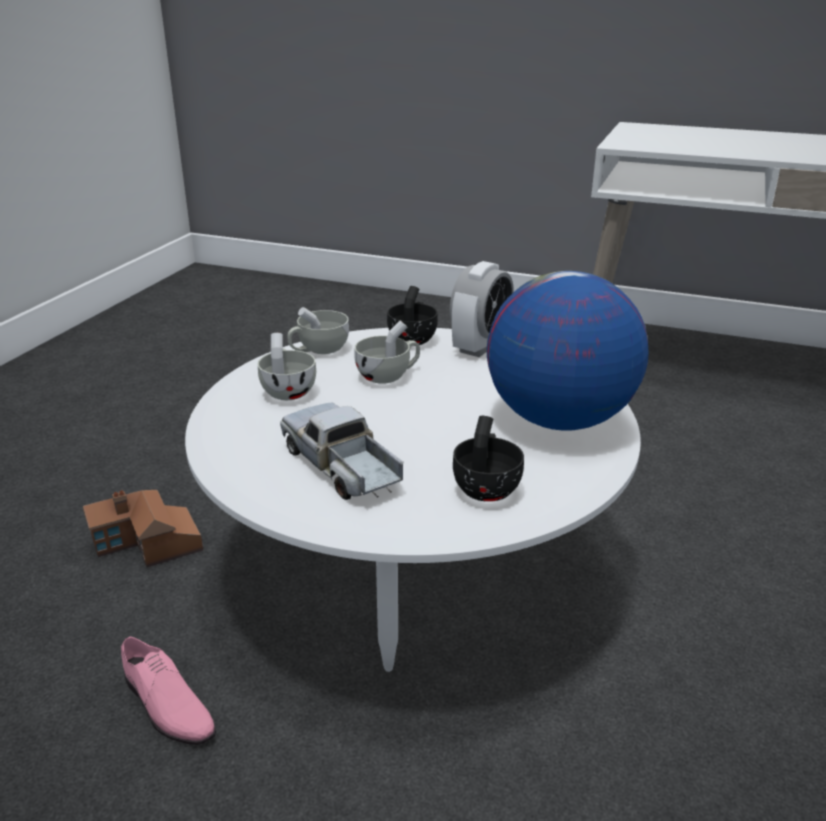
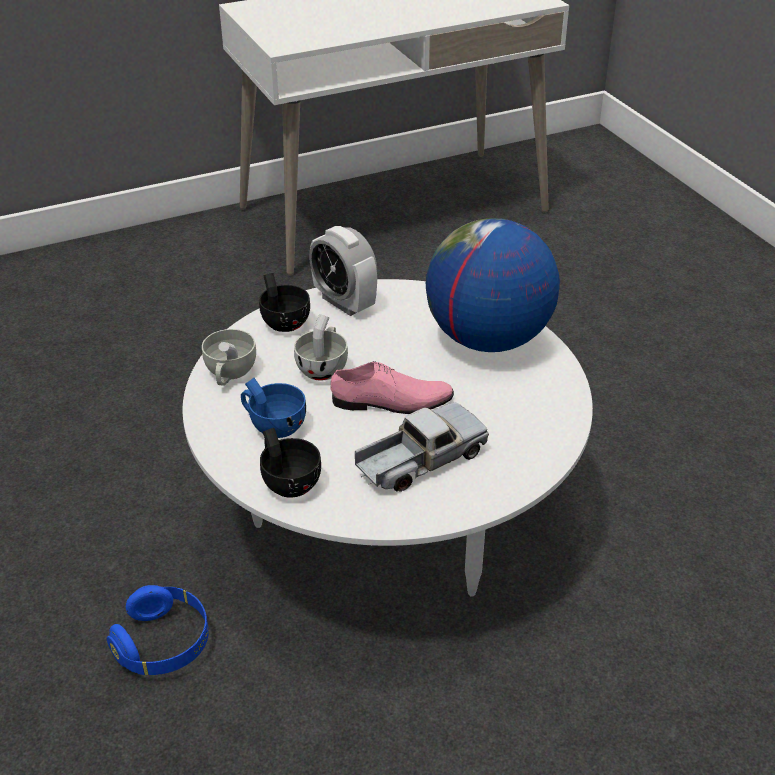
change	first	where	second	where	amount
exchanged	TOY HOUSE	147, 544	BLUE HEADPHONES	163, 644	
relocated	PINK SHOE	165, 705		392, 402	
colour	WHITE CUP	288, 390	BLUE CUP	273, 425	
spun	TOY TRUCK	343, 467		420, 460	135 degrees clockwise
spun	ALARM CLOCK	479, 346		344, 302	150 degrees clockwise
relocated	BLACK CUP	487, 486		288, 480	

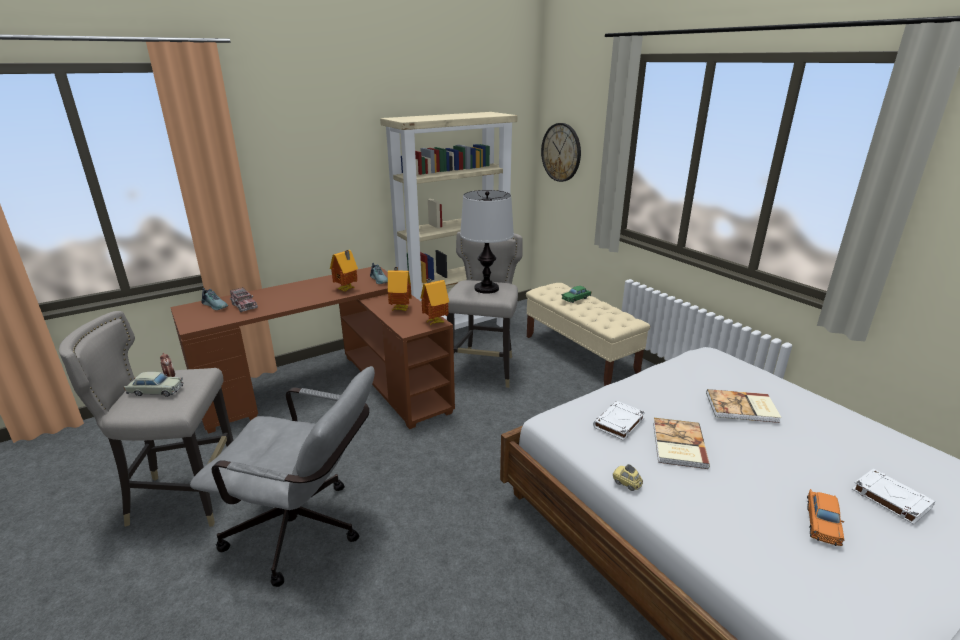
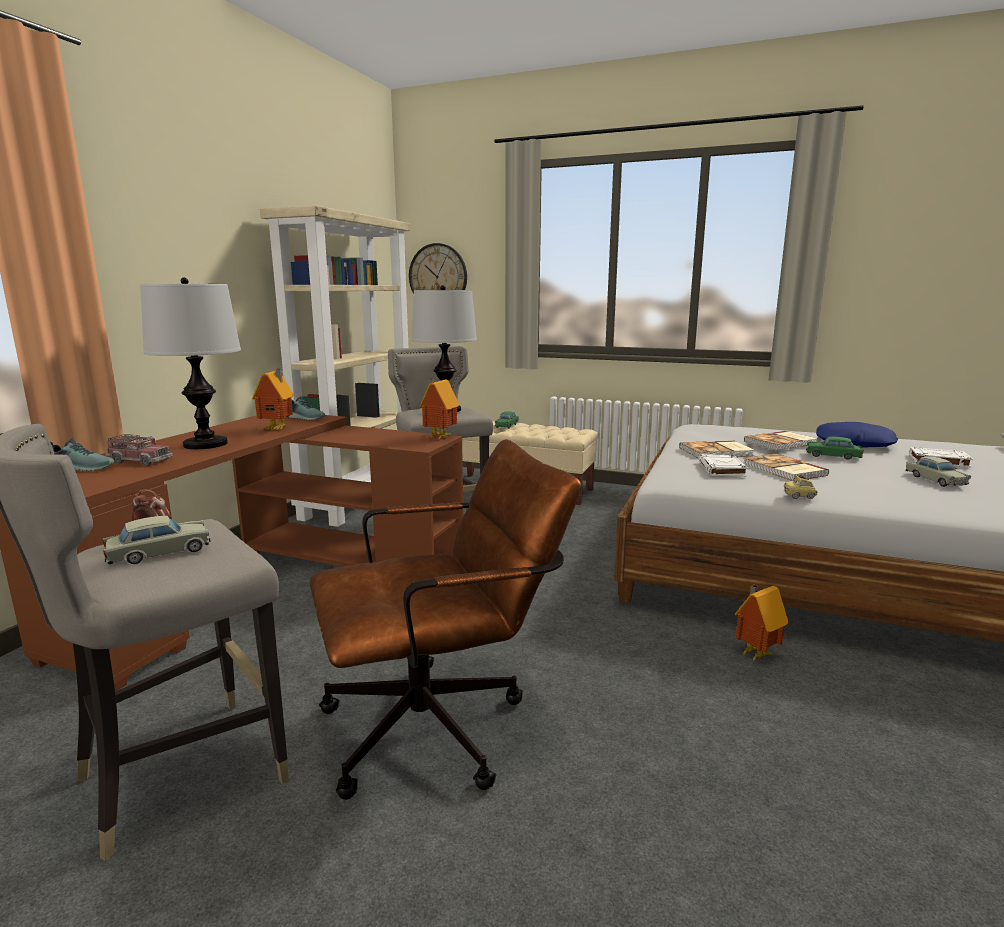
change	first	where	second	where	amount
colour	GREY OFFICE CHAIR	305, 532	BROWN OFFICE CHAIR	442, 724	
relocated	TOY HOUSE	400, 309		754, 653	
colour	ORANGE TOY CAR	822, 523	BEIGE TOY CAR	935, 480	
appeared			TABLE LAMP	205, 444	
appeared			BOOK	717, 452	
appeared			GREEN TOY CAR	833, 456	
appeared			BLUE PILLOW	854, 443	

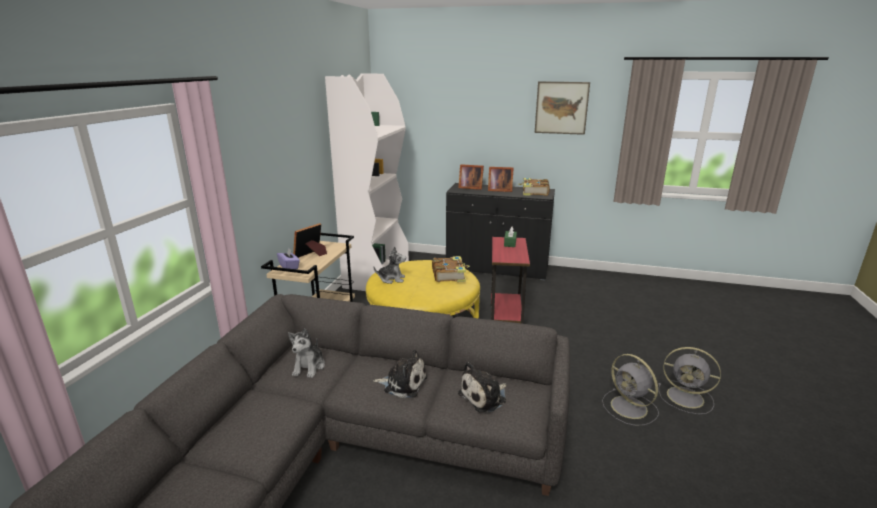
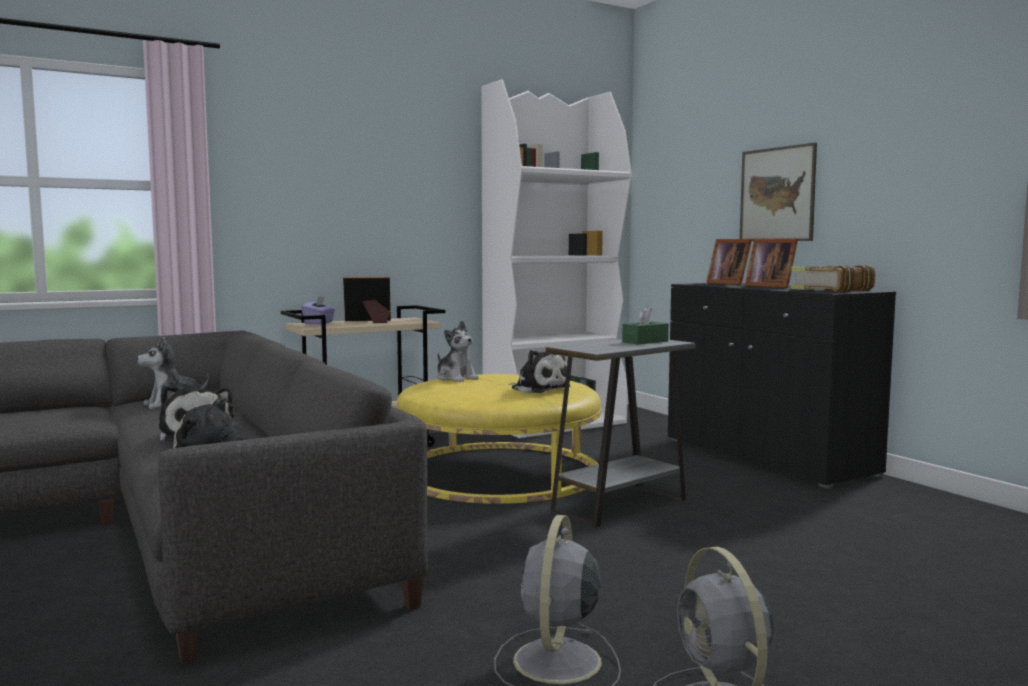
change	first	where	second	where	amount
exchanged	BOOK	449, 275	PLUSH TOY	538, 388	
colour	RED SIDE TABLE	505, 321	GREY SIDE TABLE	619, 505	
relocated	PICTURE	561, 108		777, 194	

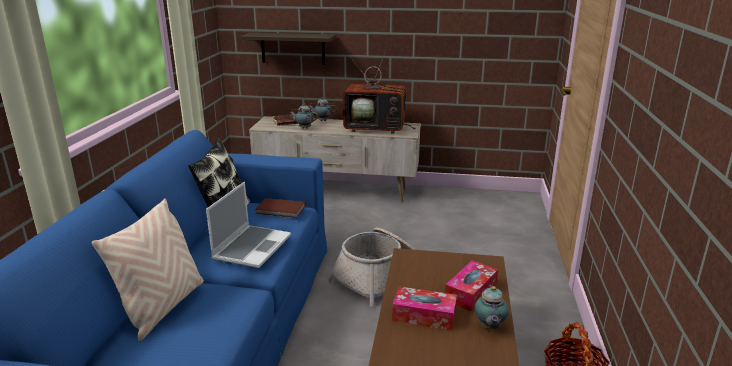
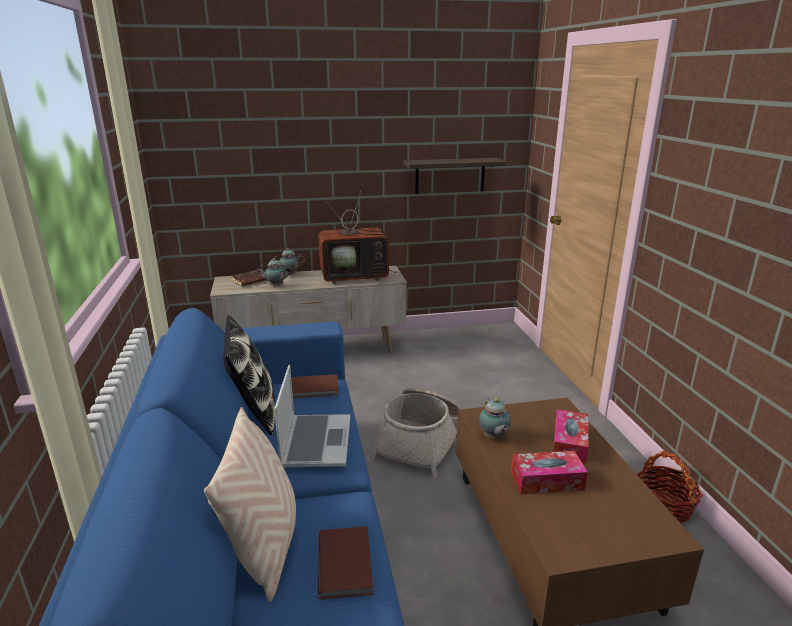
change	first	where	second	where	amount
relocated	SHELF	293, 48		450, 175	
relocated	TEAPOT	489, 327		493, 437	
appeared			BROWN BOOK	347, 563	

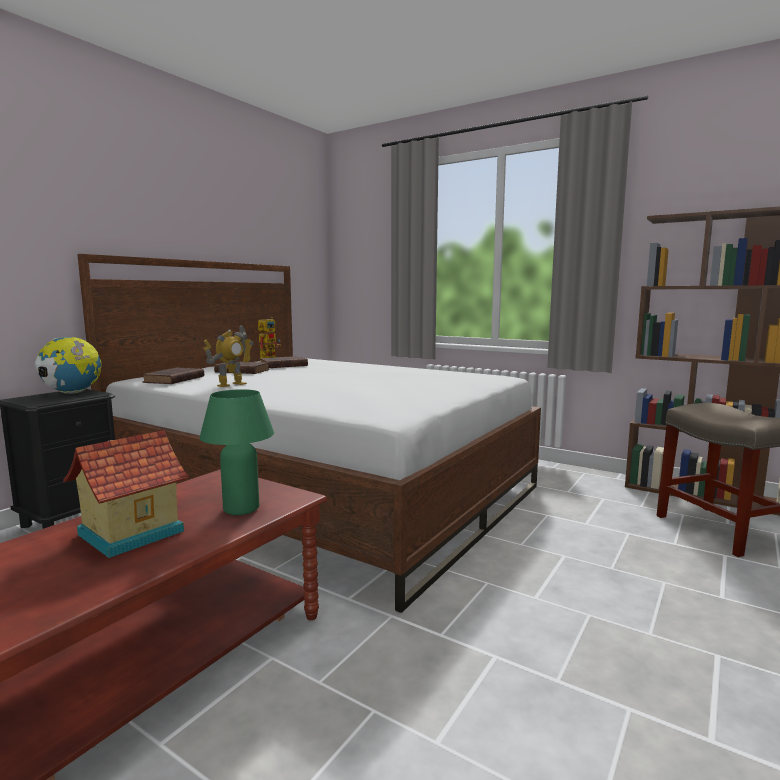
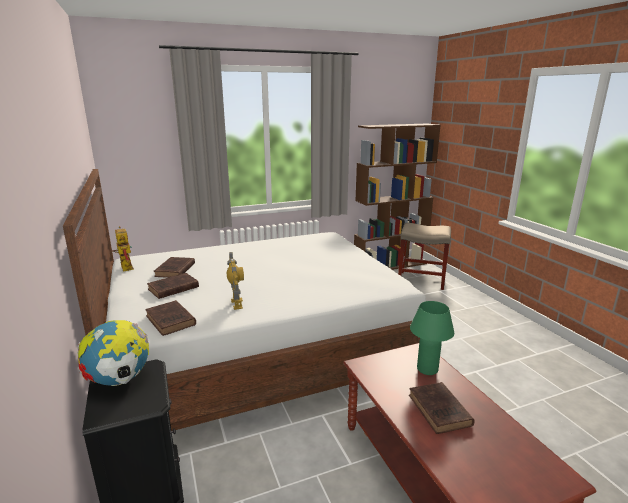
change	first	where	second	where	amount
exchanged	TOY HOUSE	129, 532	BROWN BOOK	440, 411	

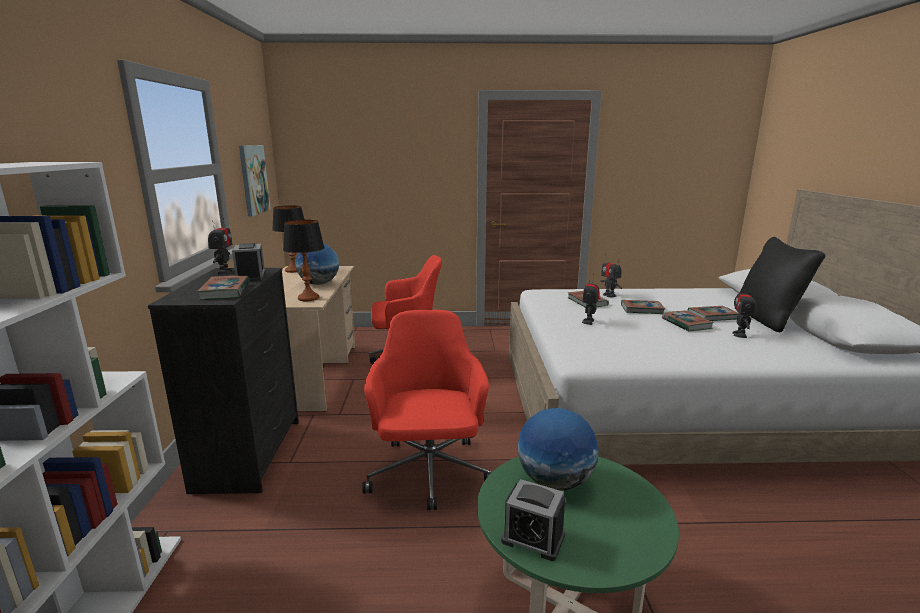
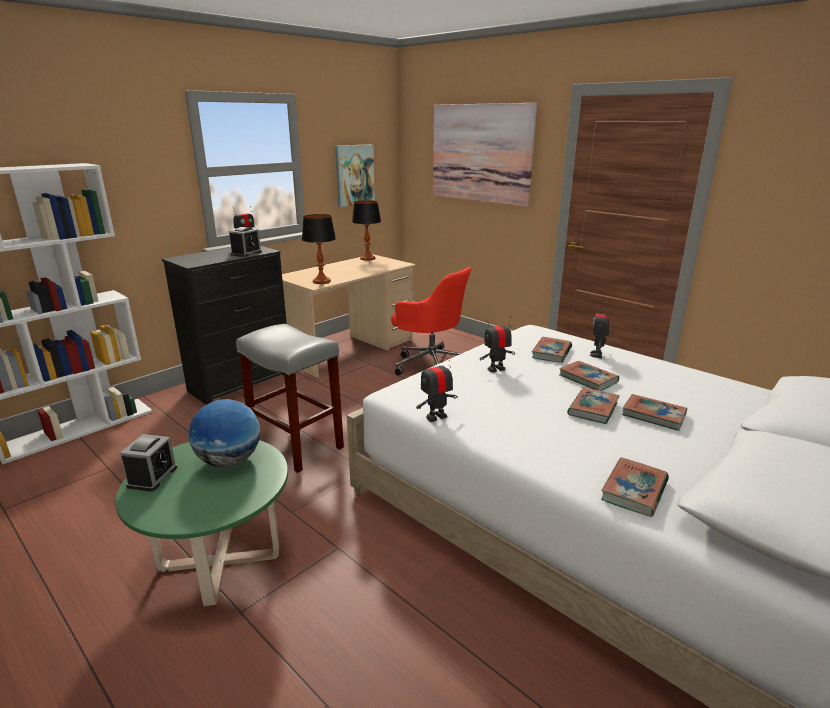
change	first	where	second	where	amount
relocated	BOOK	225, 291		634, 490	
missing	GLOBE	319, 284			
exchanged	RED OFFICE CHAIR	429, 474	GREY STOOL	298, 446	
spun	ALARM CLOCK	533, 538		152, 477	150 degrees counterclockwise
relocated	TOY ROBOT	740, 334		436, 417	
missing	BLACK PILLOW	767, 319			
appeared			PICTURE	481, 153	

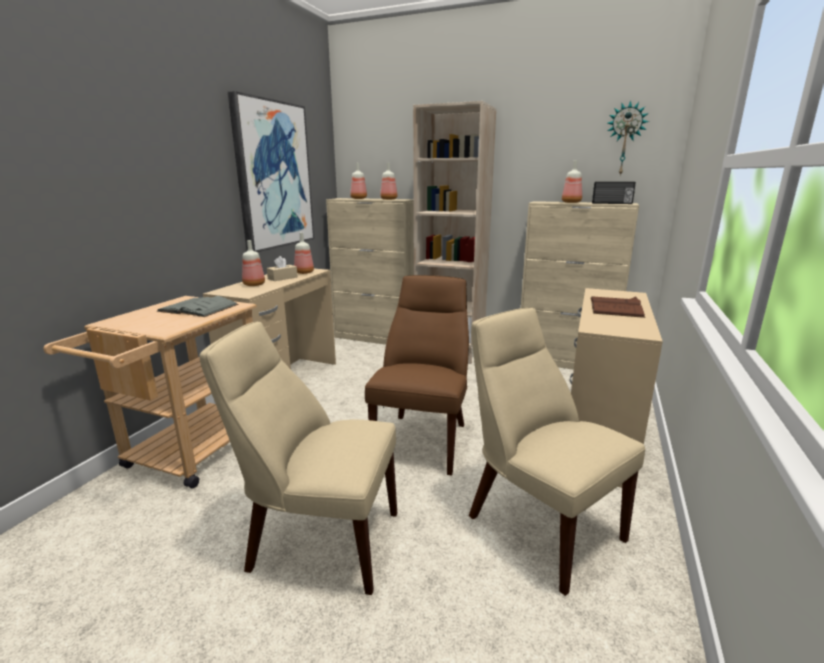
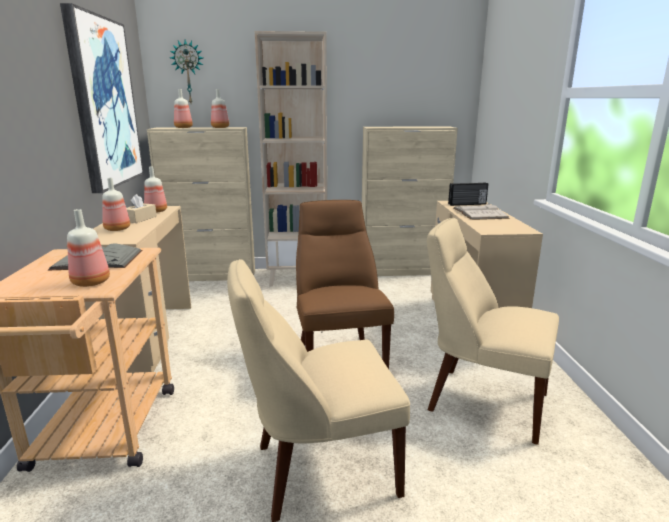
change	first	where	second	where	amount
relocated	BOTTLE	571, 202		92, 282	
colour	BROWN BOOK	615, 307	WHITE BOOK	479, 213	
relocated	RADIO	611, 203		467, 204	
relocated	WALL CLOCK	625, 139		188, 72	

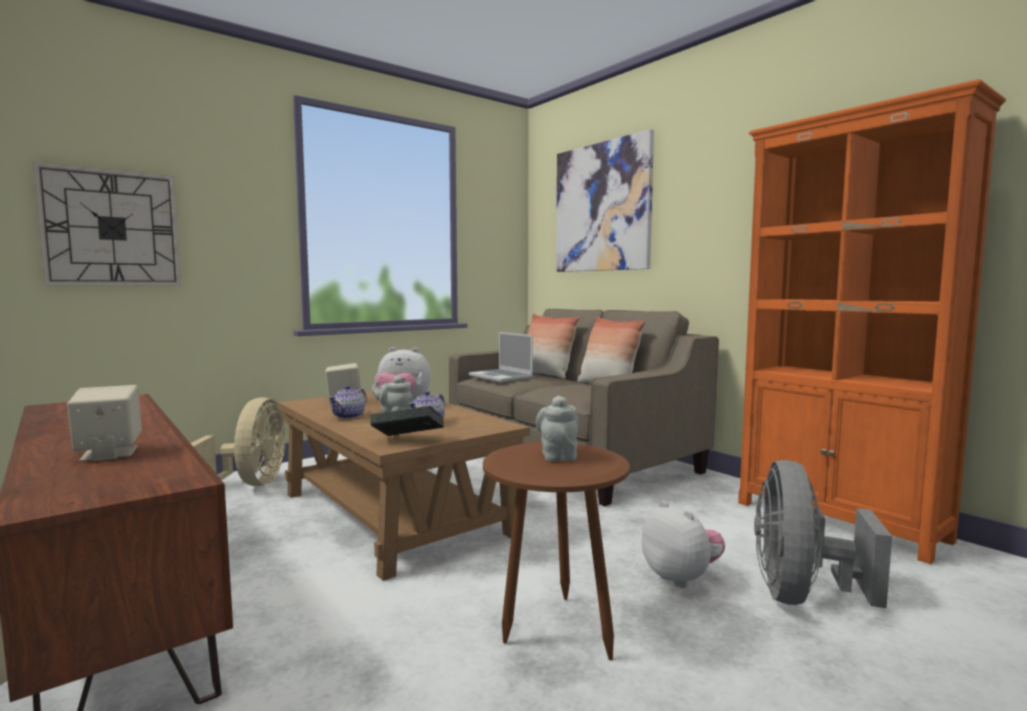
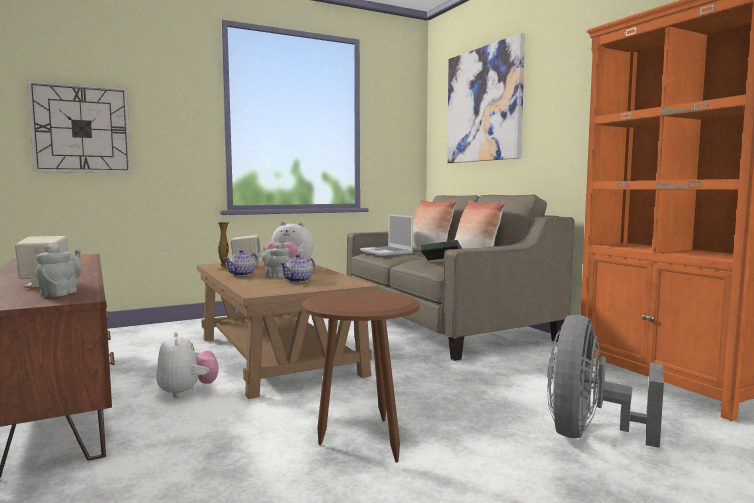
change	first	where	second	where	amount
missing	BEIGE FAN	250, 485			
relocated	BOOK	408, 441		441, 262	
relocated	GREY TEAPOT	558, 455		61, 293	
relocated	PLUSH TOY	681, 578		187, 392	
appeared			VASE	223, 269	

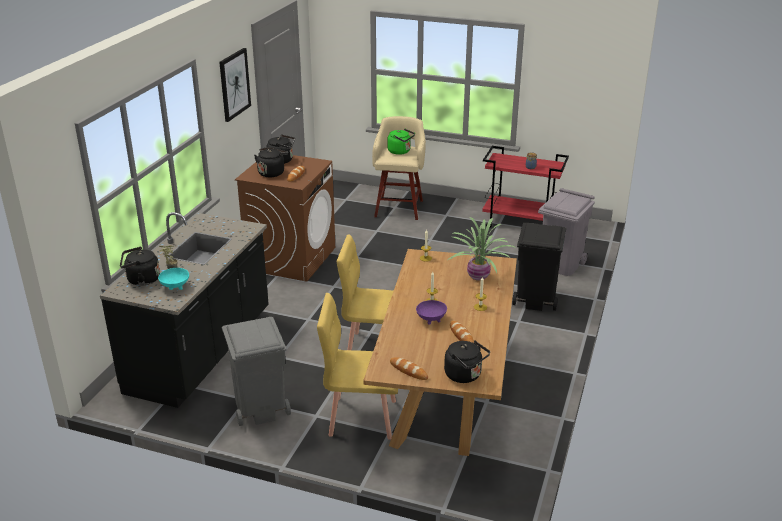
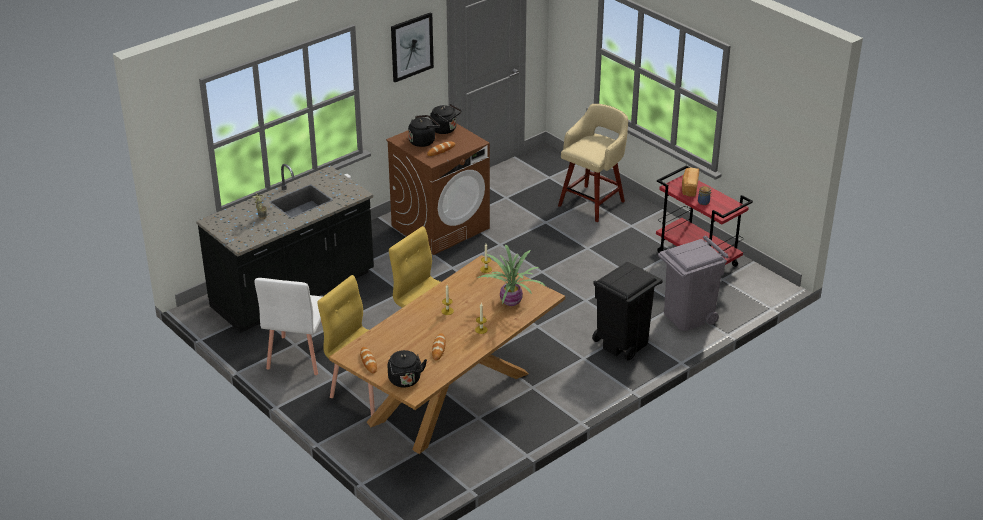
change	first	where	second	where	amount
missing	BLACK KETTLE	141, 280			
missing	TURQUOISE BOWL	175, 286			
exchanged	GREY TRASH CAN	260, 408	WHITE CHAIR	298, 355	
missing	GREEN KETTLE	400, 151			
missing	PURPLE BOWL	431, 319			
appeared			BREAD	689, 188	

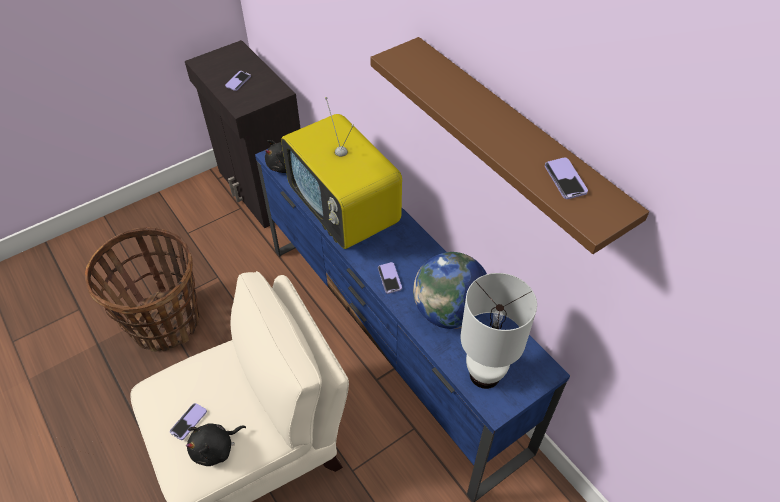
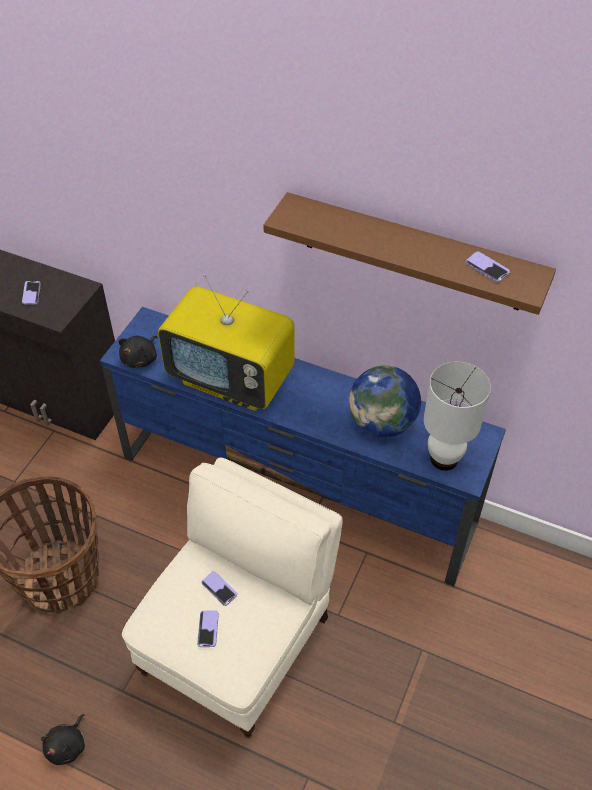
change	first	where	second	where	amount
relocated	BLACK PLUSH TOY	216, 448		67, 746	
relocated	PHONE	389, 278		219, 589	

